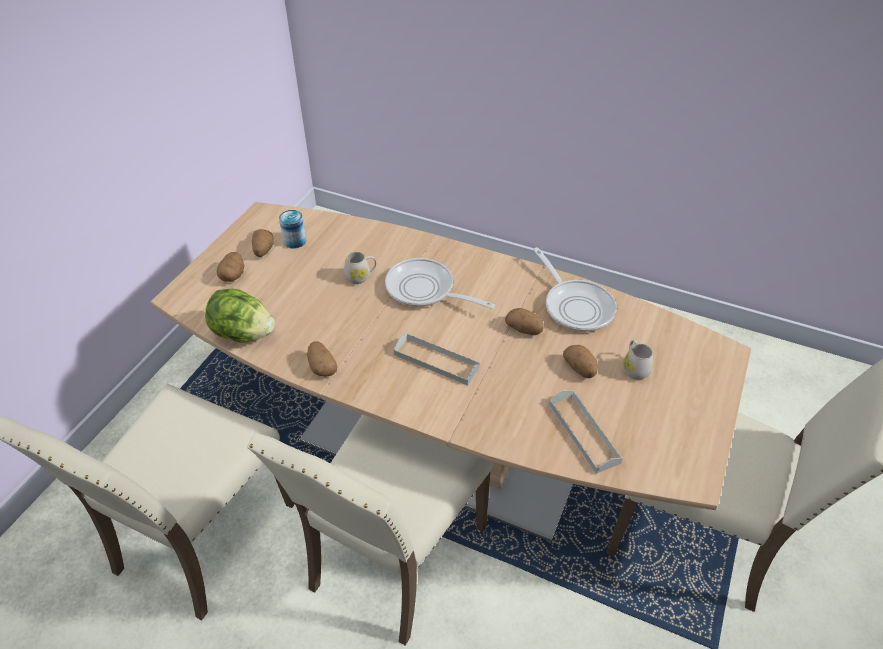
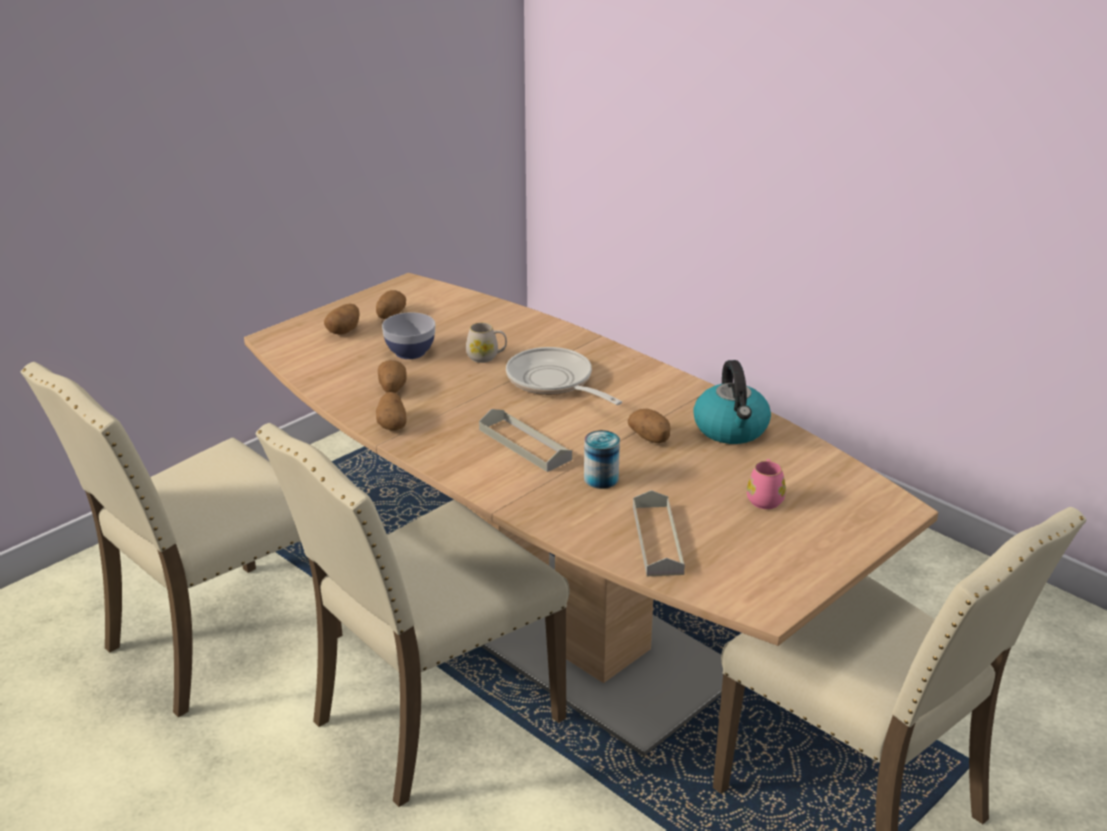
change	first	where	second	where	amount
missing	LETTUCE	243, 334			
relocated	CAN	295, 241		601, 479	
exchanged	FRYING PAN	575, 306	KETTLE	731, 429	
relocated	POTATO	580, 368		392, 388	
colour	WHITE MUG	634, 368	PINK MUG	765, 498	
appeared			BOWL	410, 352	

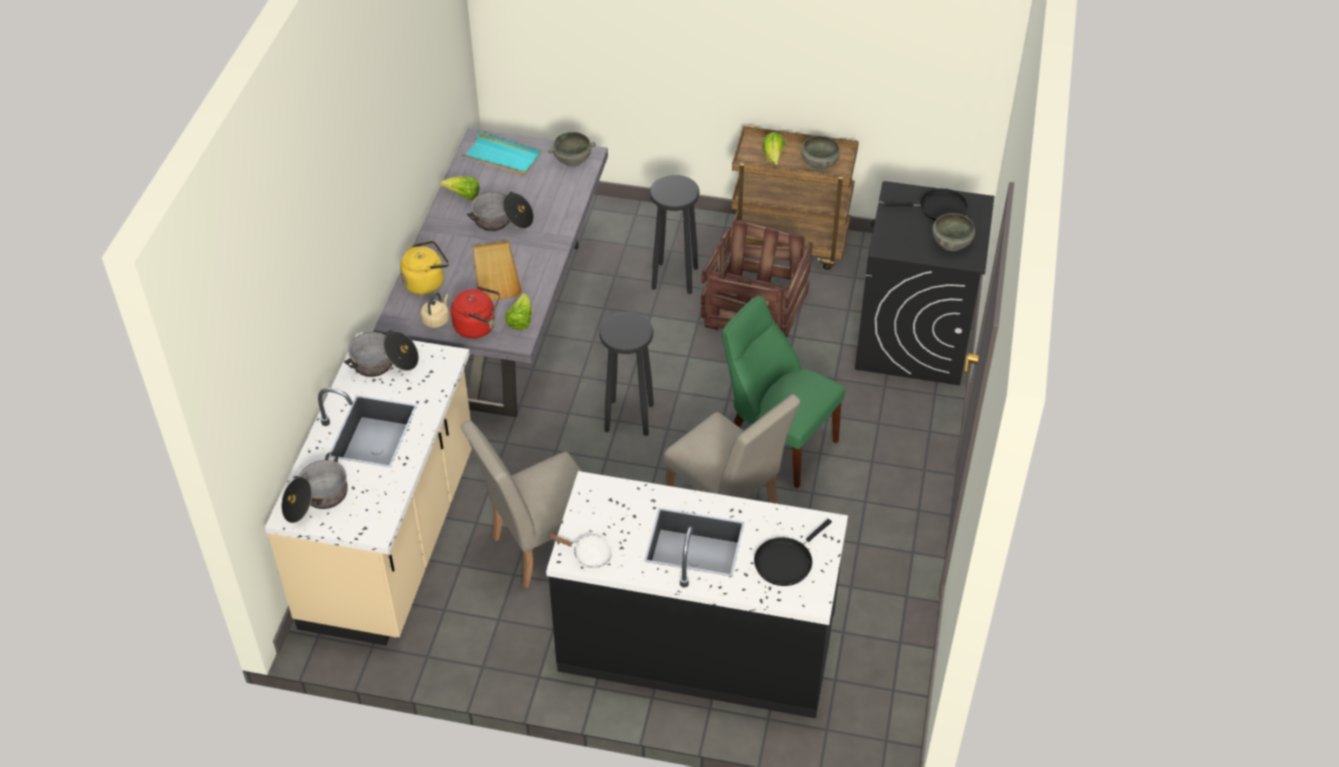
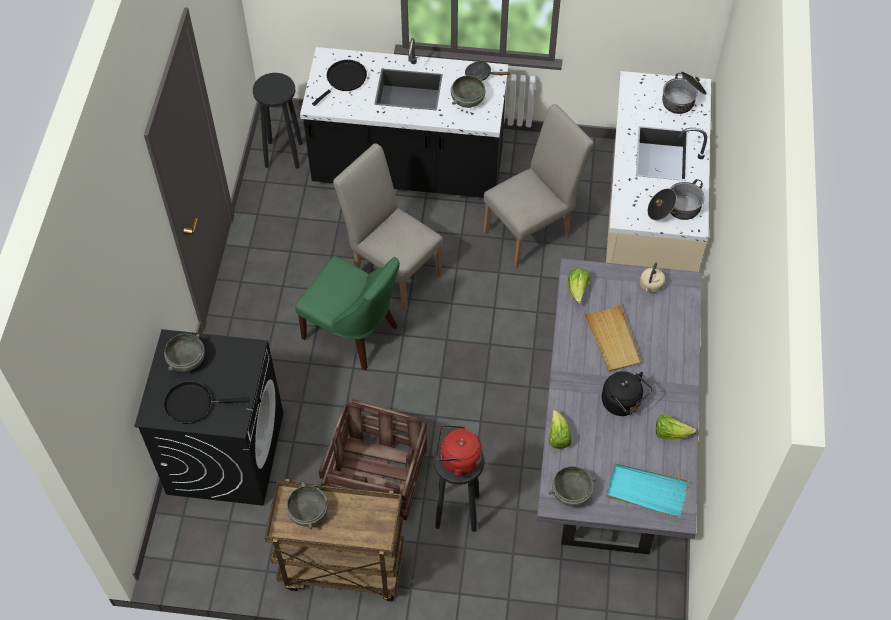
change	first	where	second	where	amount
missing	YELLOW KETTLE	426, 282			
relocated	RED KETTLE	478, 327		457, 459	
exchanged	COOKING POT	502, 221	BLACK KETTLE	623, 403	
colour	WHITE FRYING PAN	588, 554	BLACK FRYING PAN	481, 75	
relocated	BLACK STOOL	629, 418		284, 154	
relocated	LETTUCE	773, 157		558, 436	
appeared			GREY BOWL	467, 100	

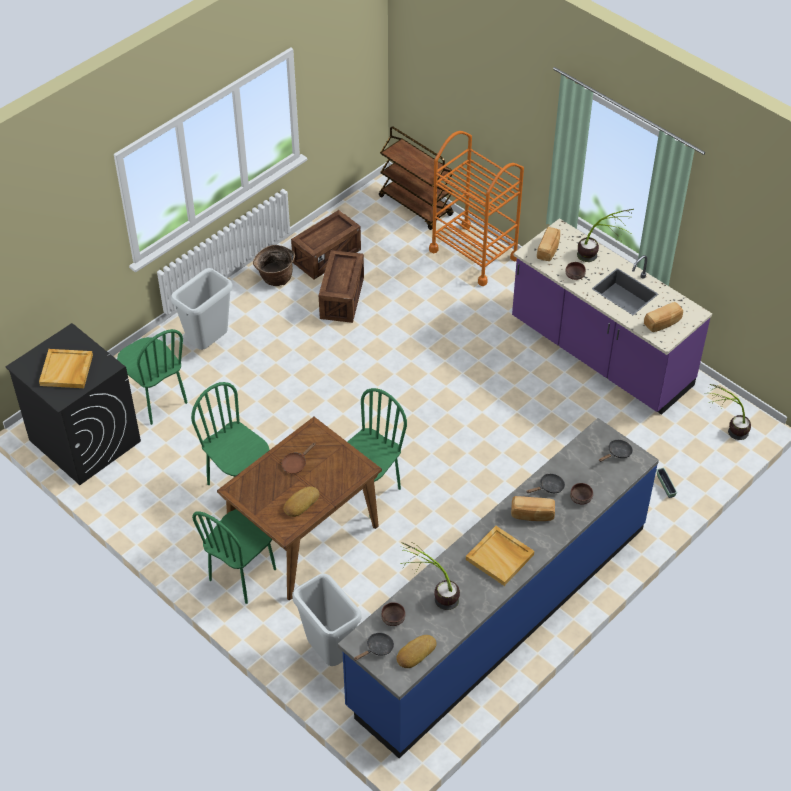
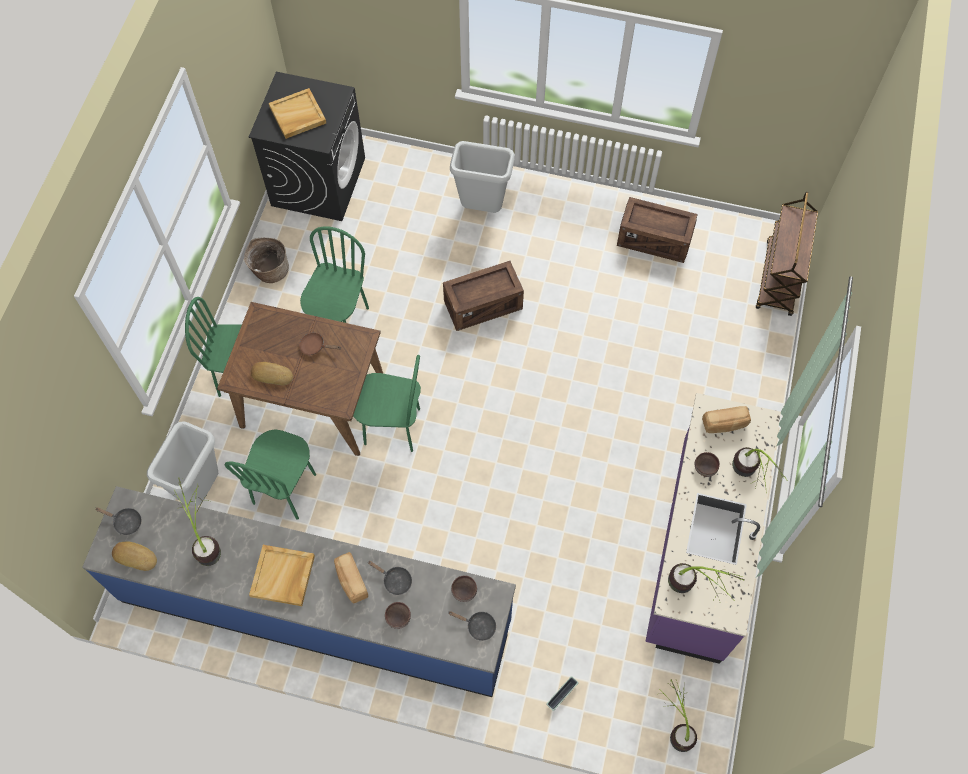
change	first	where	second	where	amount
relocated	GREEN CHAIR	156, 400		285, 489	
relocated	BASKET	275, 278		270, 270	
relocated	CRATE	342, 298		483, 305	
relocated	BROWN BOWL	392, 618		463, 590	
missing	ORANGE CART	474, 254			
exchanged	BREAD	663, 323	POTTED PLANT	694, 589	

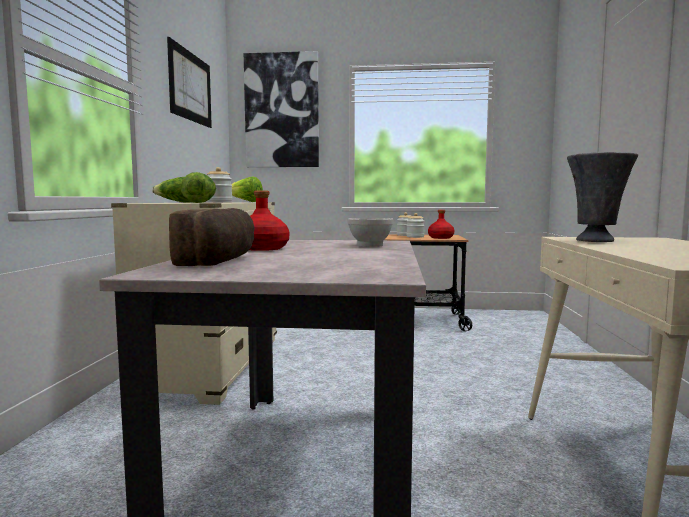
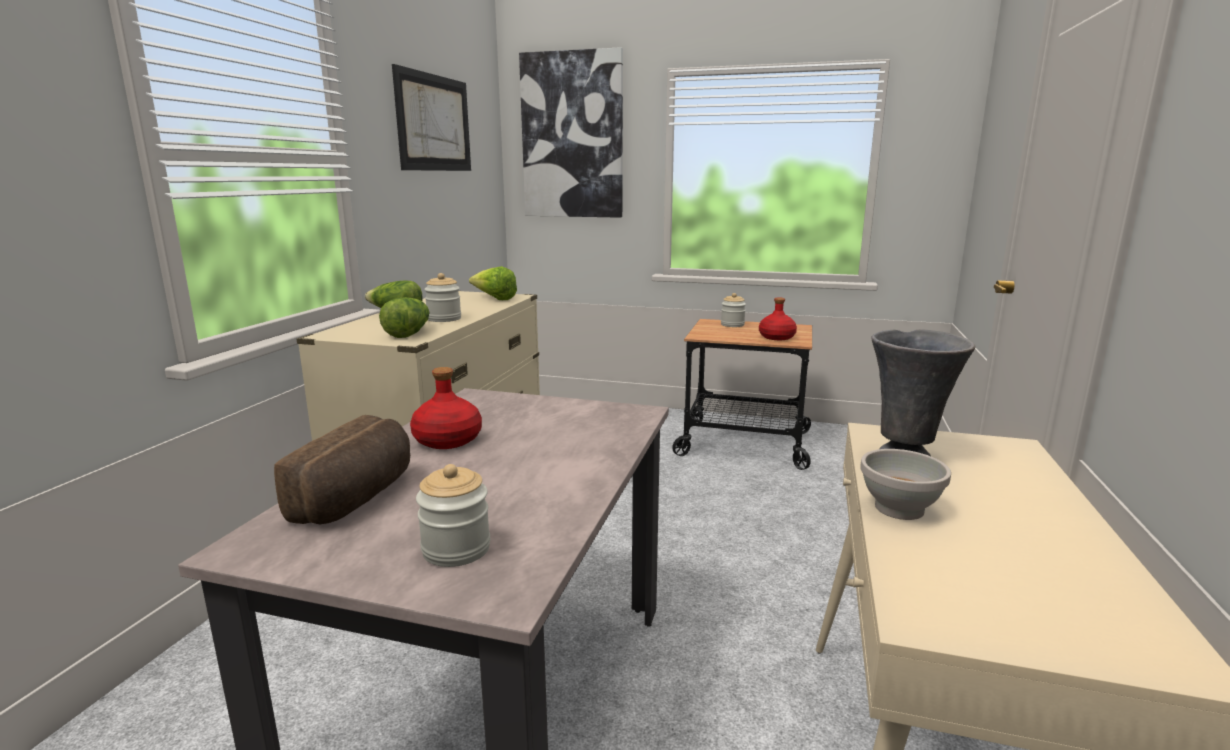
change	first	where	second	where	amount
relocated	WHITE BOWL	370, 245		900, 509	
relocated	JAR	415, 237		456, 549	

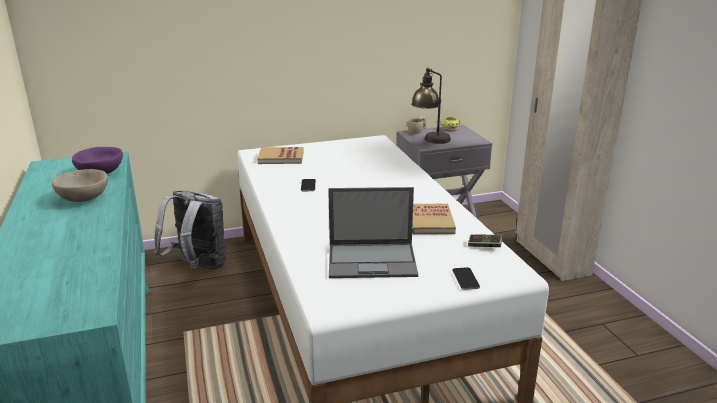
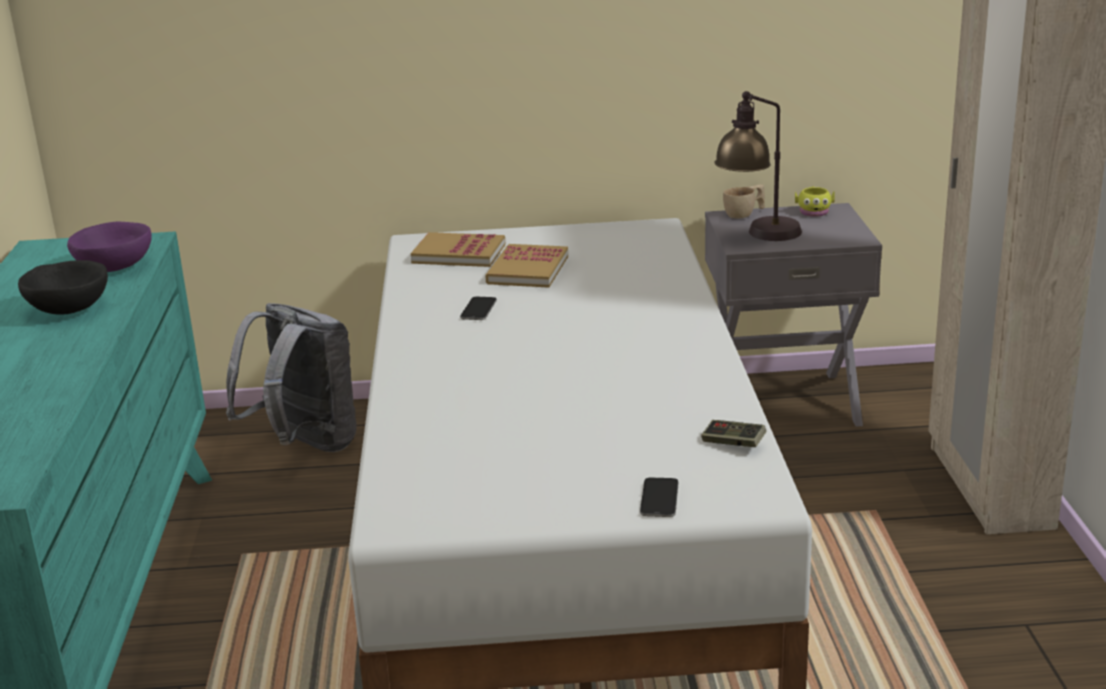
change	first	where	second	where	amount
colour	BEIGE BOWL	84, 198	BLACK BOWL	70, 309	
missing	LAPTOP	373, 260			
relocated	BOOK	430, 221		528, 270	

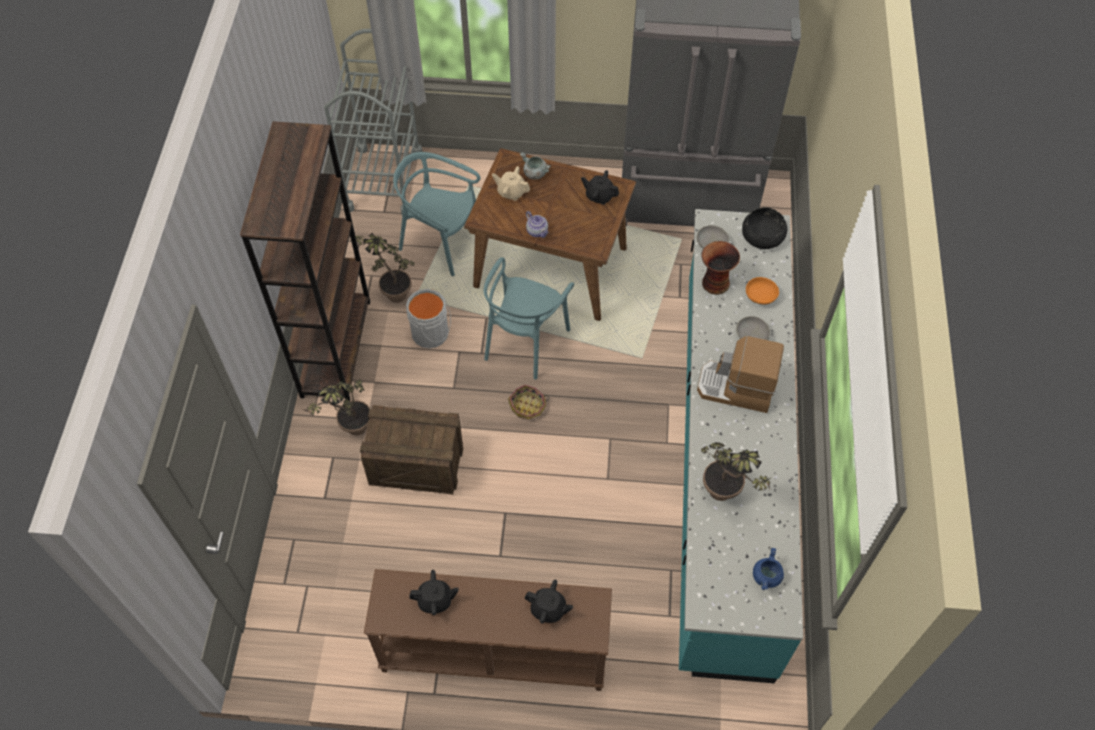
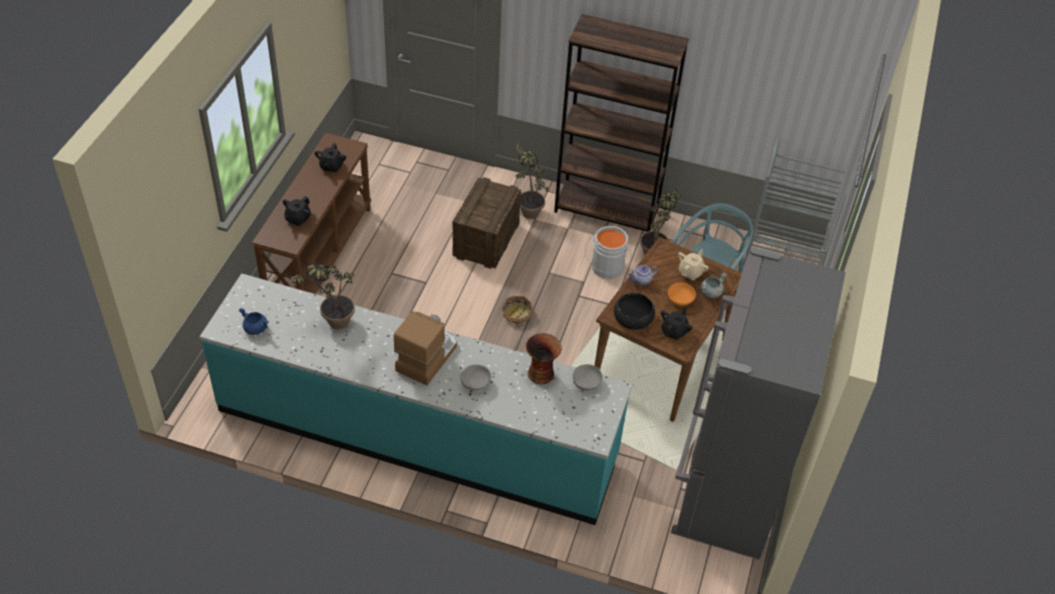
change	first	where	second	where	amount
missing	TURQUOISE CHAIR	525, 342			
relocated	BLACK BOWL	762, 236		633, 318	
relocated	ORANGE BOWL	760, 296		680, 300	

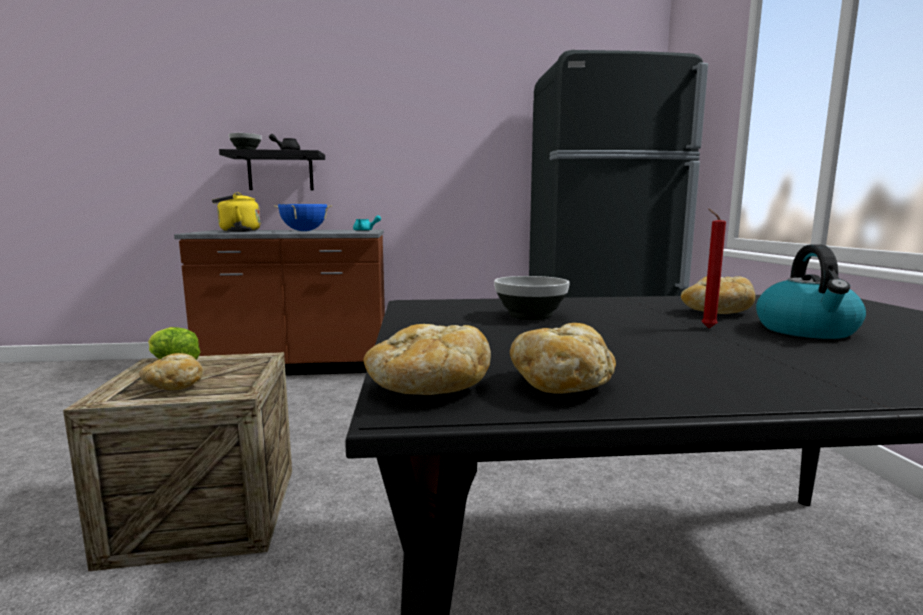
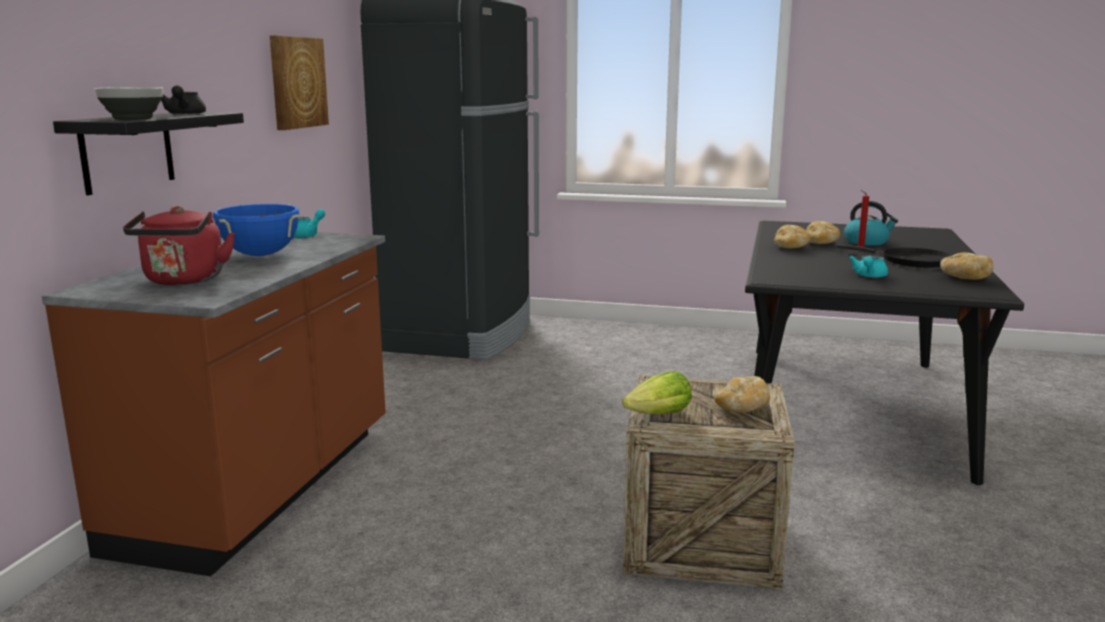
change	first	where	second	where	amount
colour	YELLOW KETTLE	237, 231	RED KETTLE	184, 281	
relocated	BREAD	427, 390		790, 247	
missing	BOWL	529, 316			
appeared			PICTURE	297, 82	
appeared			BLACK FRYING PAN	911, 261	
appeared			TURQUOISE TEAPOT	869, 276	

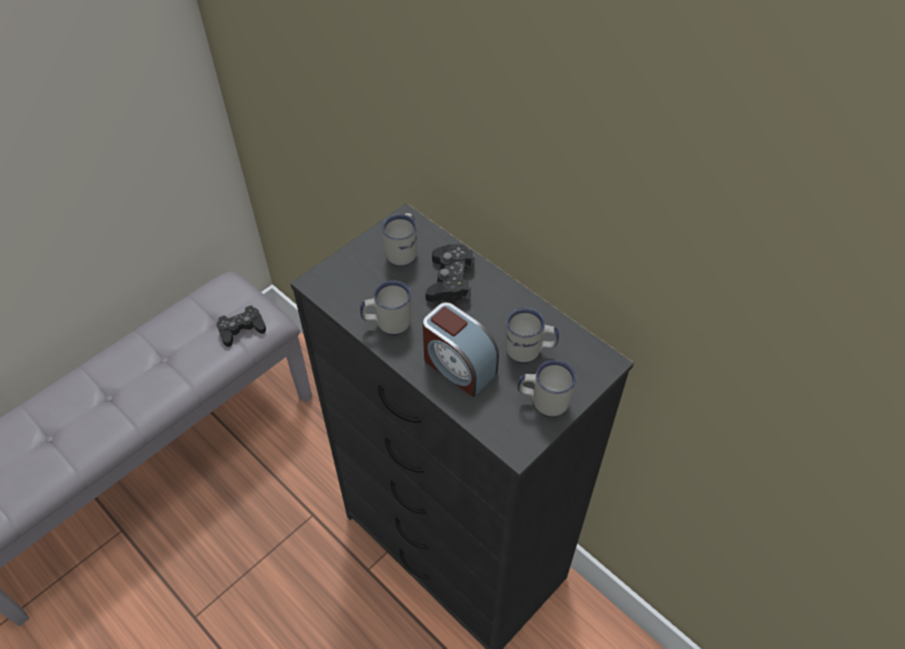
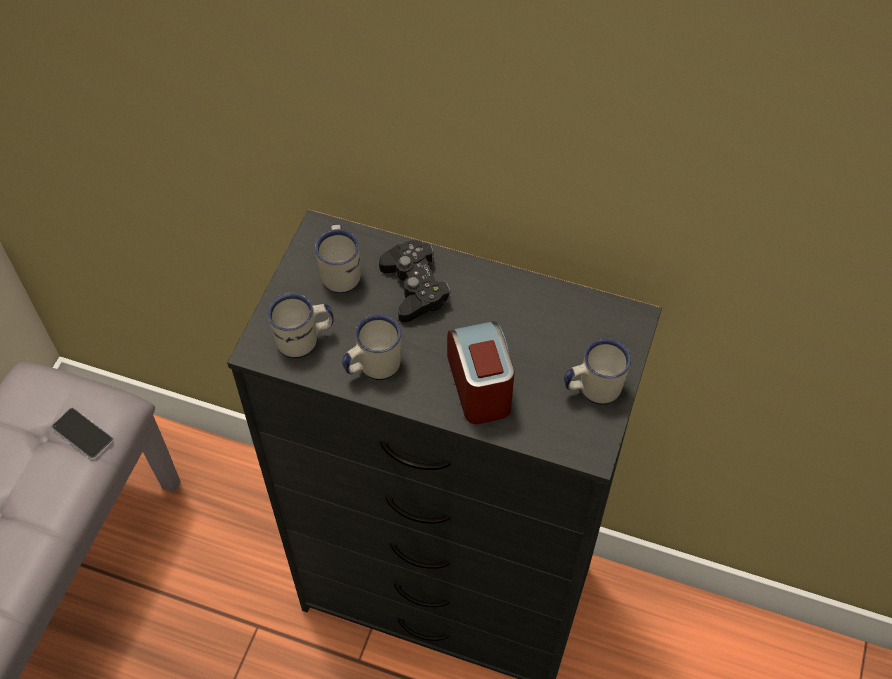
change	first	where	second	where	amount
exchanged	BLACK GAME CONTROLLER	242, 329	PHONE	83, 434	
spun	ALARM CLOCK	458, 366		480, 386	120 degrees counterclockwise
relocated	WHITE MUG	529, 351		305, 340	

